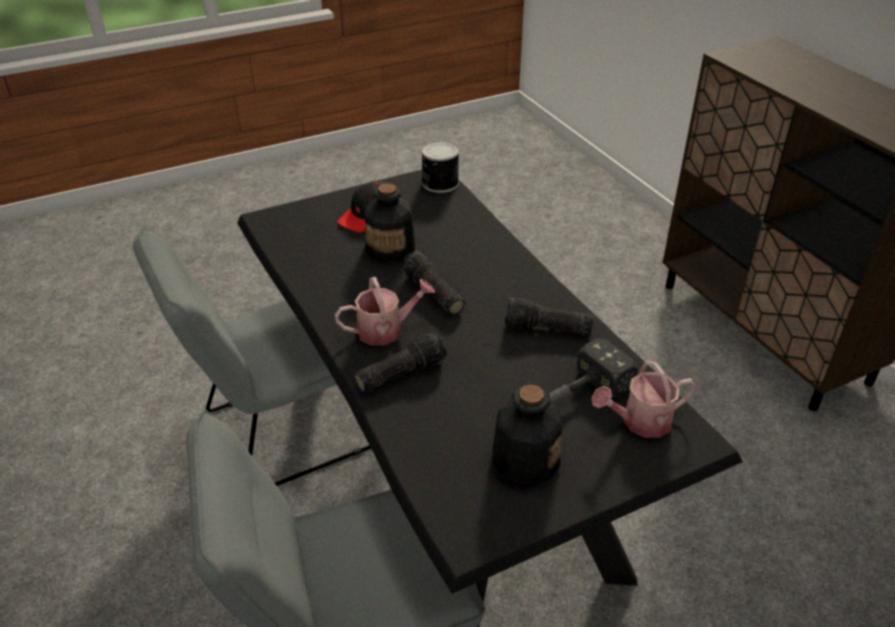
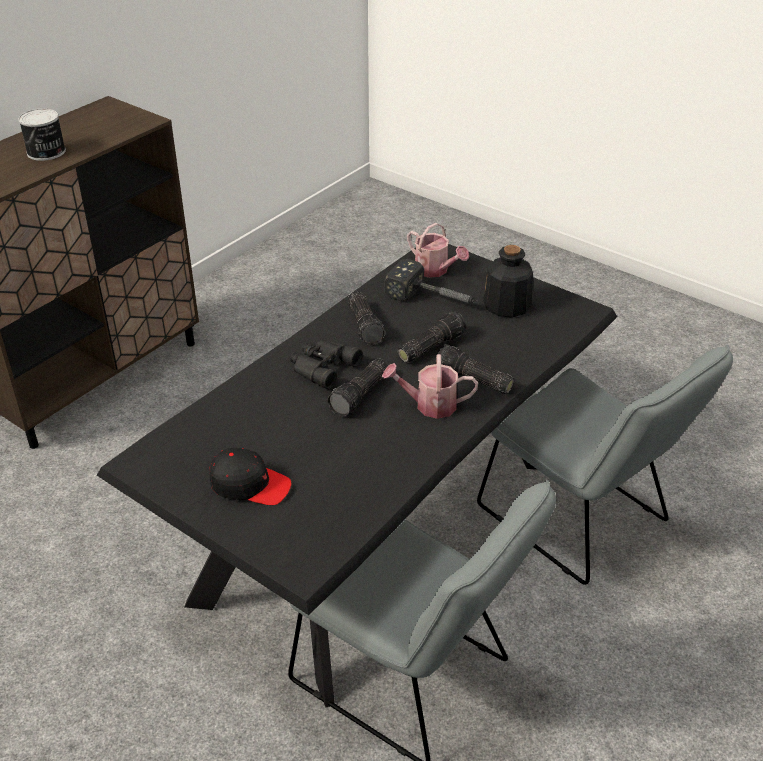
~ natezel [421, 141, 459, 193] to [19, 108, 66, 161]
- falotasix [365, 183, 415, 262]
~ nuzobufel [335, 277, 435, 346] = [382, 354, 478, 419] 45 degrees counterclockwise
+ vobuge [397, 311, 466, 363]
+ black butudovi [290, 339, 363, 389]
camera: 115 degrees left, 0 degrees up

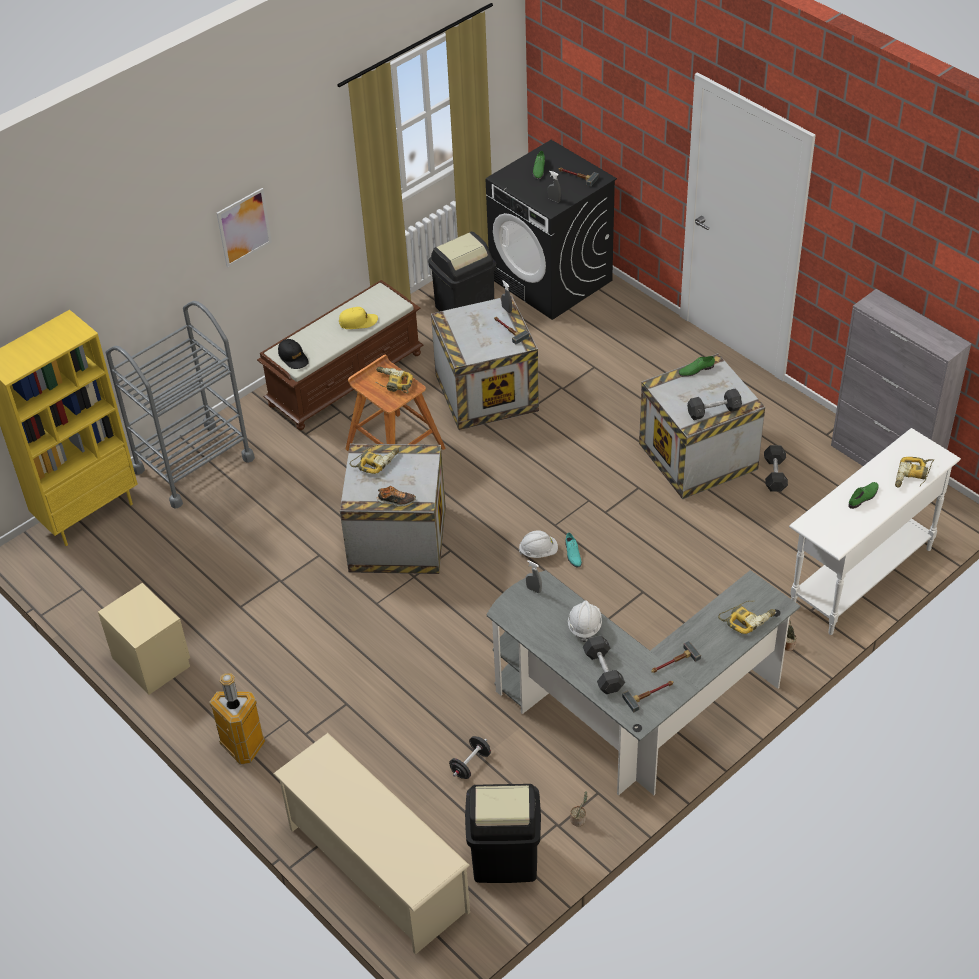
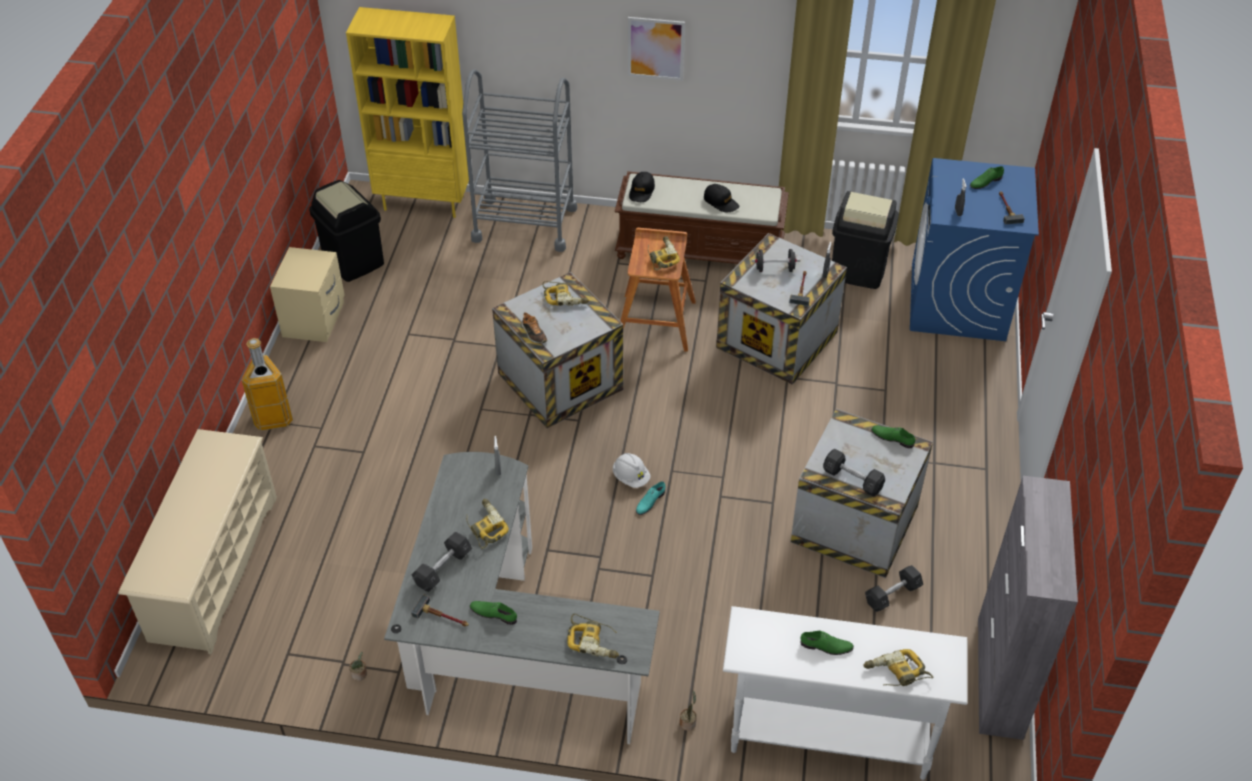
~ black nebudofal [486, 140, 617, 320] to blue nebudofal [910, 158, 1039, 341]
~ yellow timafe [339, 307, 378, 329] to black timafe [704, 184, 739, 212]
~ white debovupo [568, 601, 602, 642] to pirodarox [466, 499, 509, 549]
~ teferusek [651, 641, 701, 673] to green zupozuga [469, 601, 517, 625]
~ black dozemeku [449, 736, 491, 779] to [751, 249, 800, 272]
~ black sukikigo [465, 784, 541, 883] to [309, 180, 384, 282]
camera: 50 degrees right, 0 degrees up

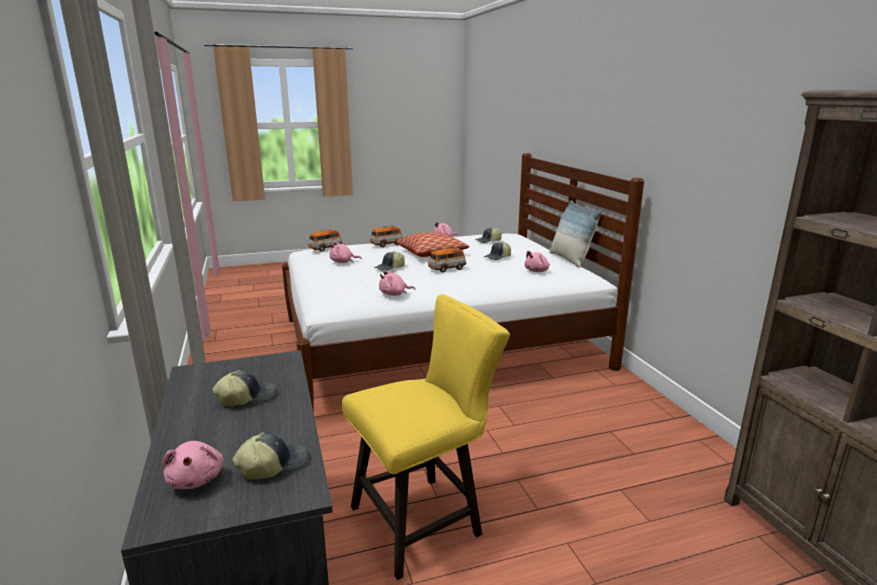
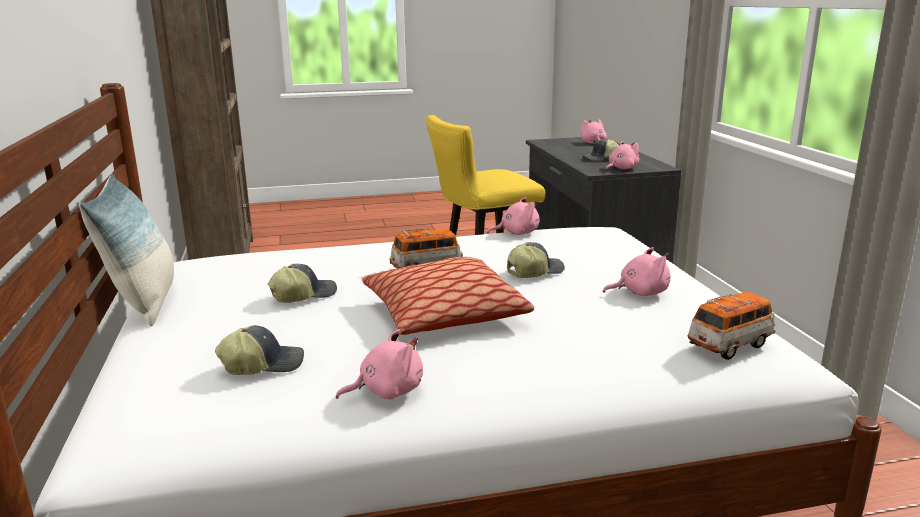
- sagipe [370, 225, 403, 247]
~ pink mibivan [525, 250, 550, 272] to [606, 141, 639, 170]
- timafe [233, 432, 309, 480]
camera: 175 degrees left, 0 degrees up

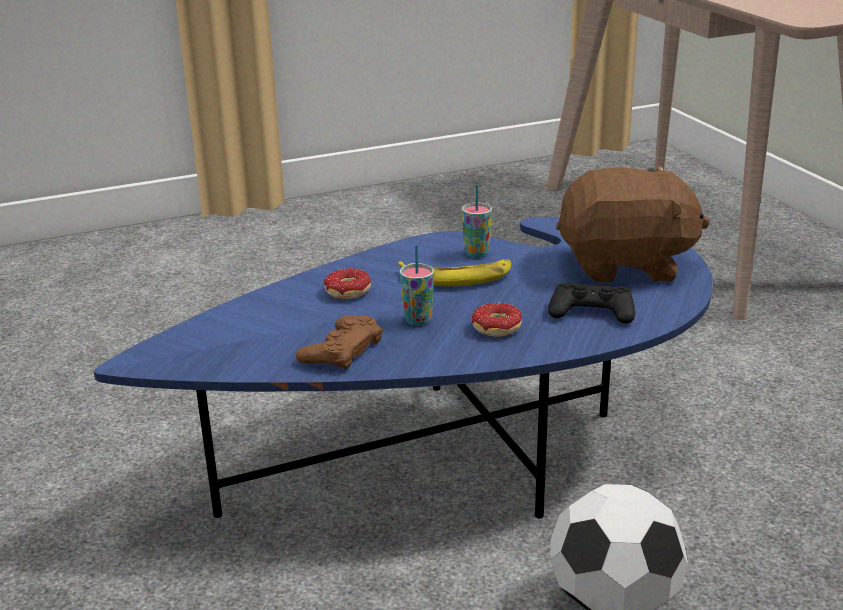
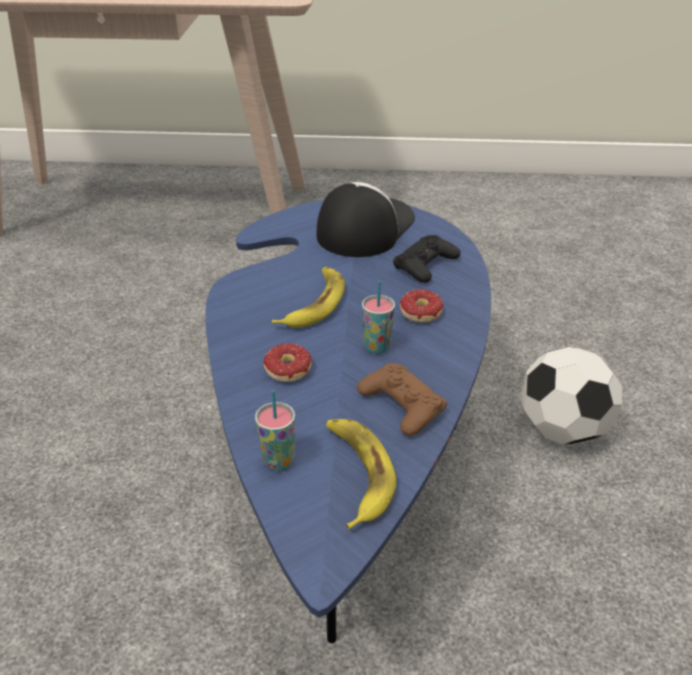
~ brown mibivan [556, 166, 710, 283] to timafe [317, 182, 415, 257]
~ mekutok [462, 185, 492, 258] to [255, 390, 295, 471]
+ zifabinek [326, 419, 396, 529]
camera: 65 degrees left, 10 degrees up

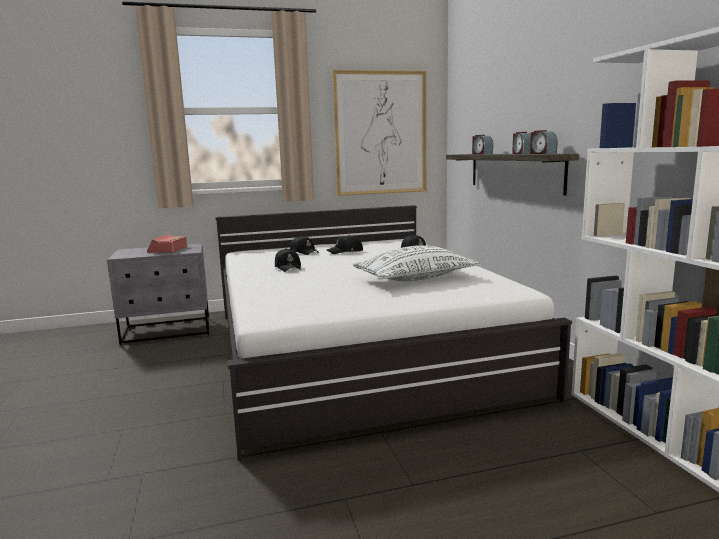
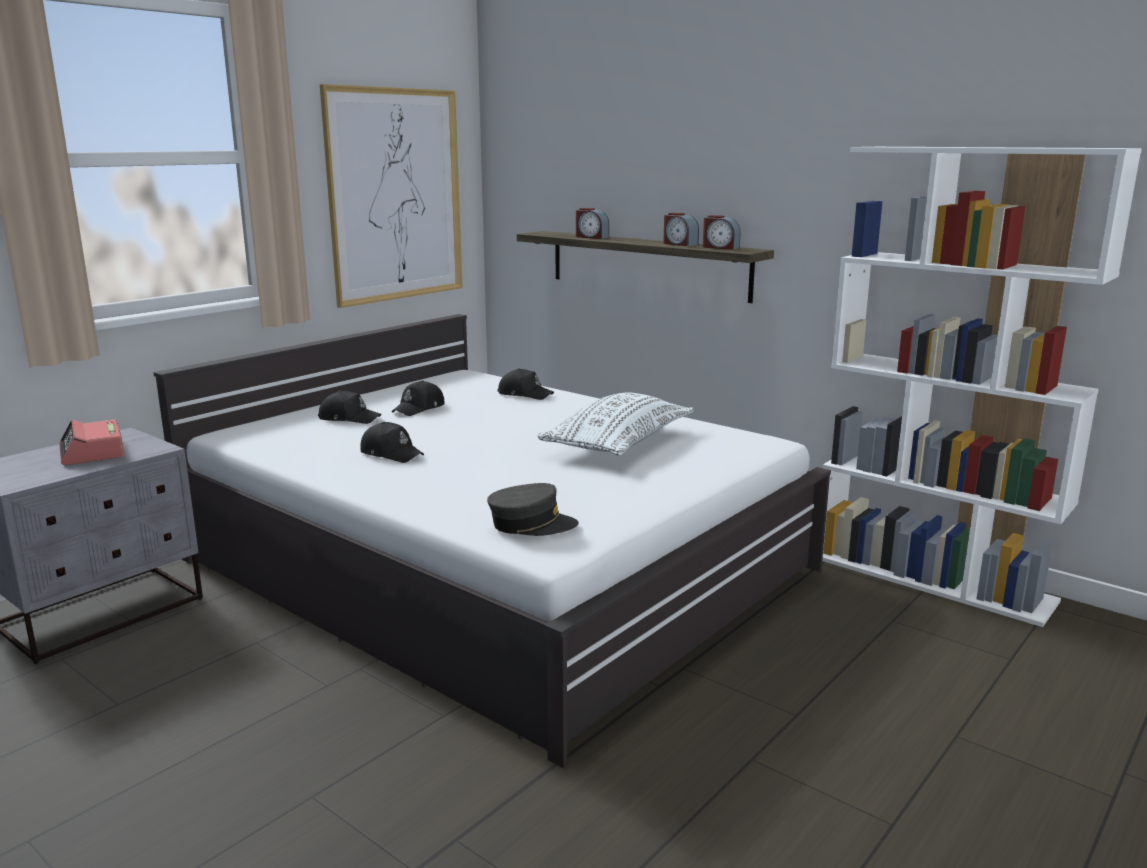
+ grey timafe [487, 483, 579, 536]
camera: 35 degrees left, 5 degrees up

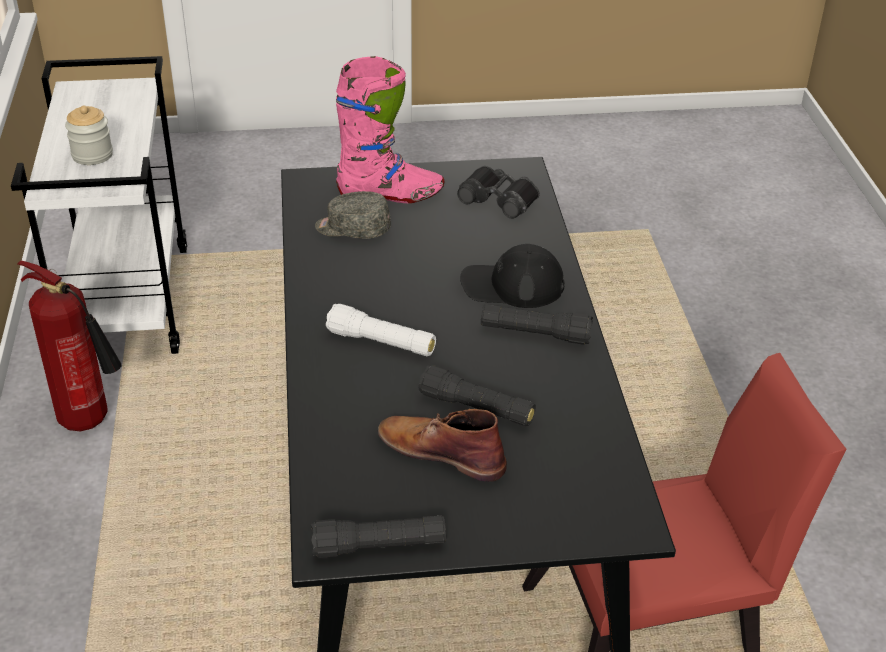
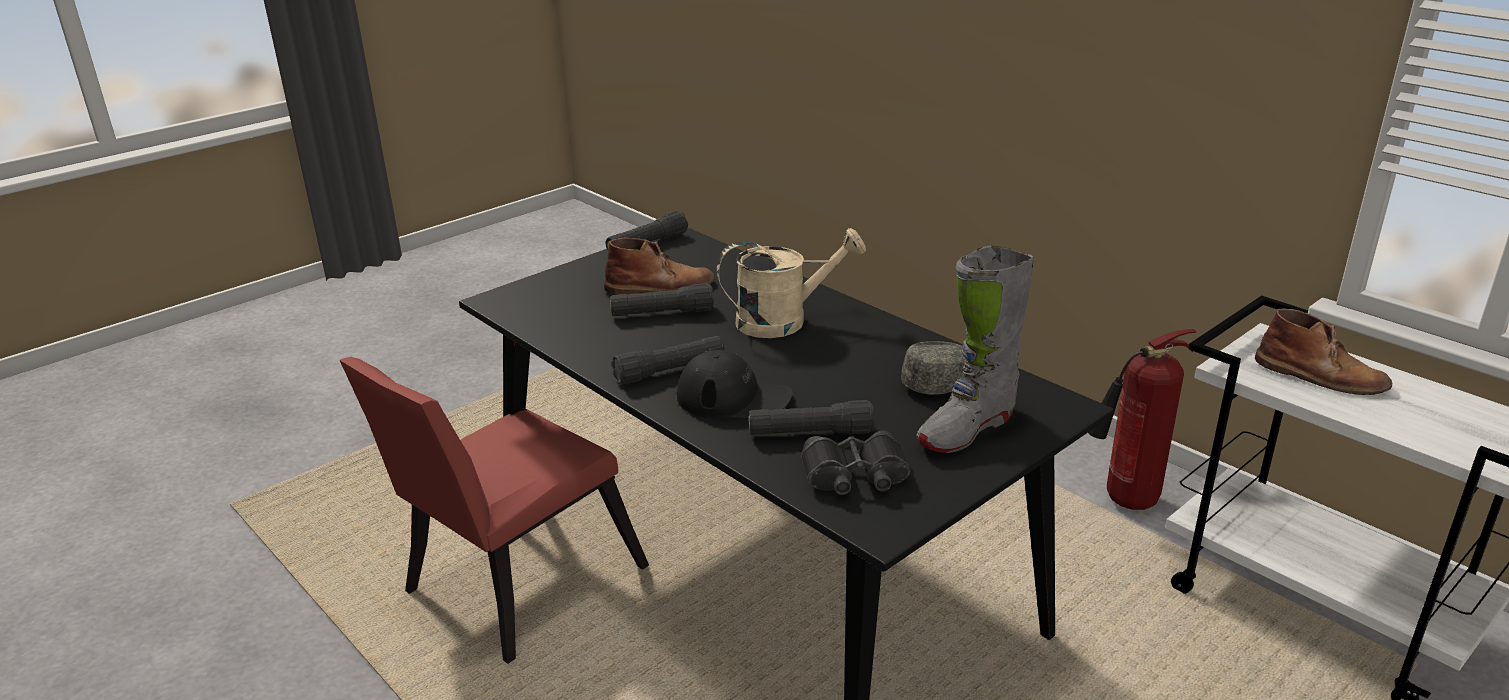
~ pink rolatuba [336, 56, 444, 203] to grey rolatuba [916, 246, 1033, 453]
~ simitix [65, 106, 113, 165] to brown rolatuba [1255, 308, 1392, 395]
~ black timafe [460, 244, 565, 308] = [676, 350, 792, 419] 45 degrees clockwise
~ white vobuge [326, 304, 436, 356] to beige nuzobufel [717, 228, 866, 338]
+ black vobuge [749, 400, 875, 435]
camera: 145 degrees right, 10 degrees down

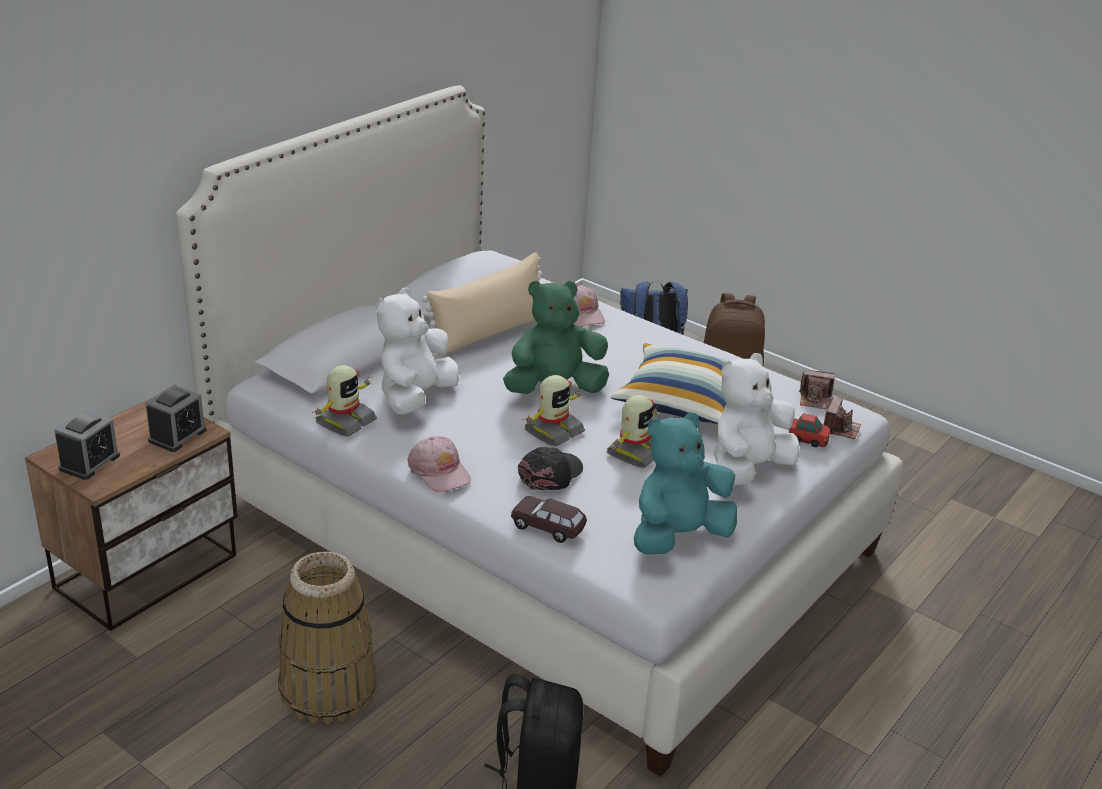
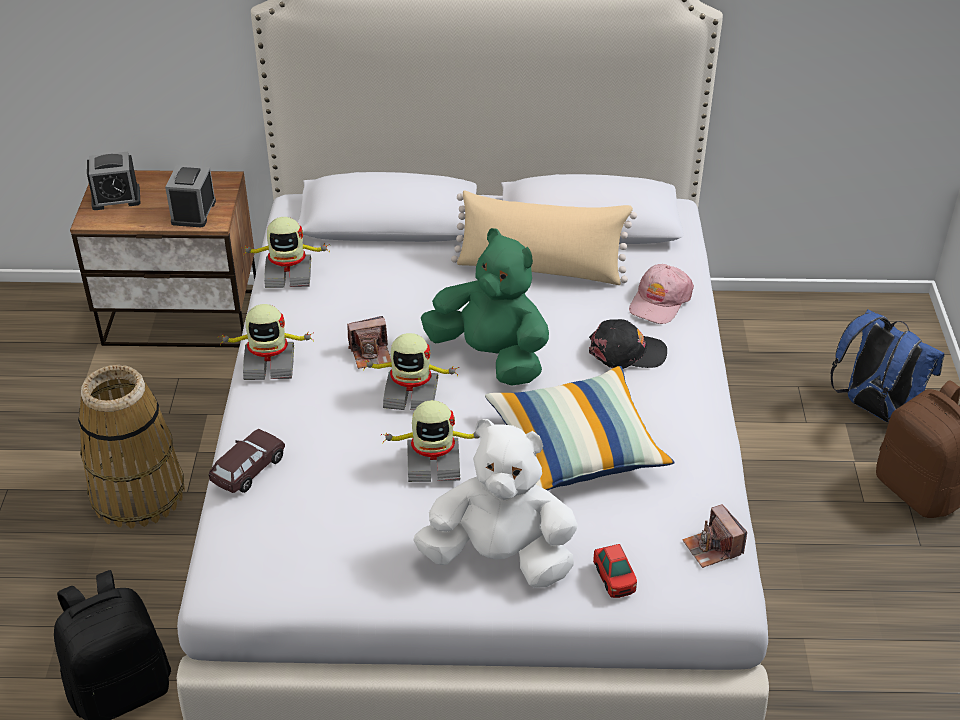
- white mibivan [376, 287, 459, 415]
~ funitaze [145, 385, 207, 452] = [165, 165, 216, 227] 105 degrees clockwise
~ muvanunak [824, 396, 861, 439] to [347, 316, 391, 369]
- turquoise mibivan [634, 412, 737, 554]
~ pink timafe [408, 436, 471, 492] to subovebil [219, 304, 314, 380]
~ black timafe [518, 447, 583, 490] to [589, 319, 667, 369]
~ brown sagipe [511, 496, 587, 543] = [209, 429, 285, 493] 45 degrees clockwise
camera: 55 degrees right, 10 degrees up

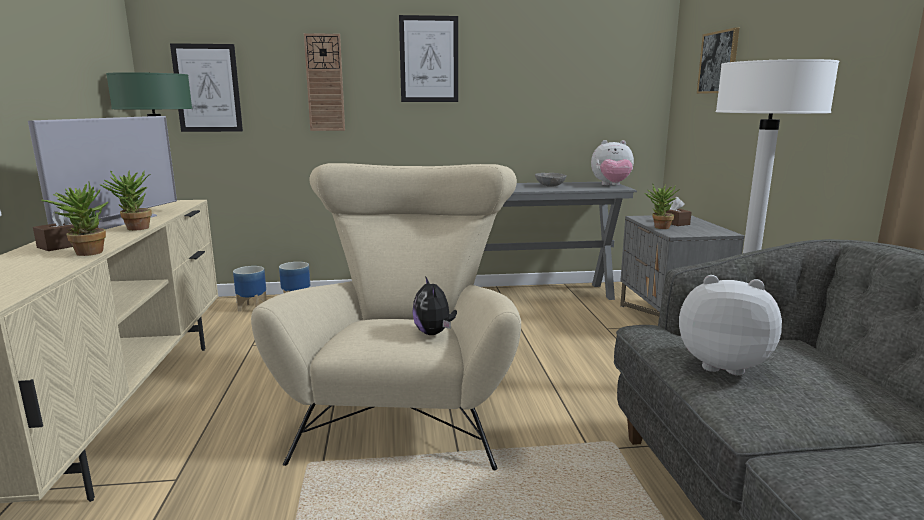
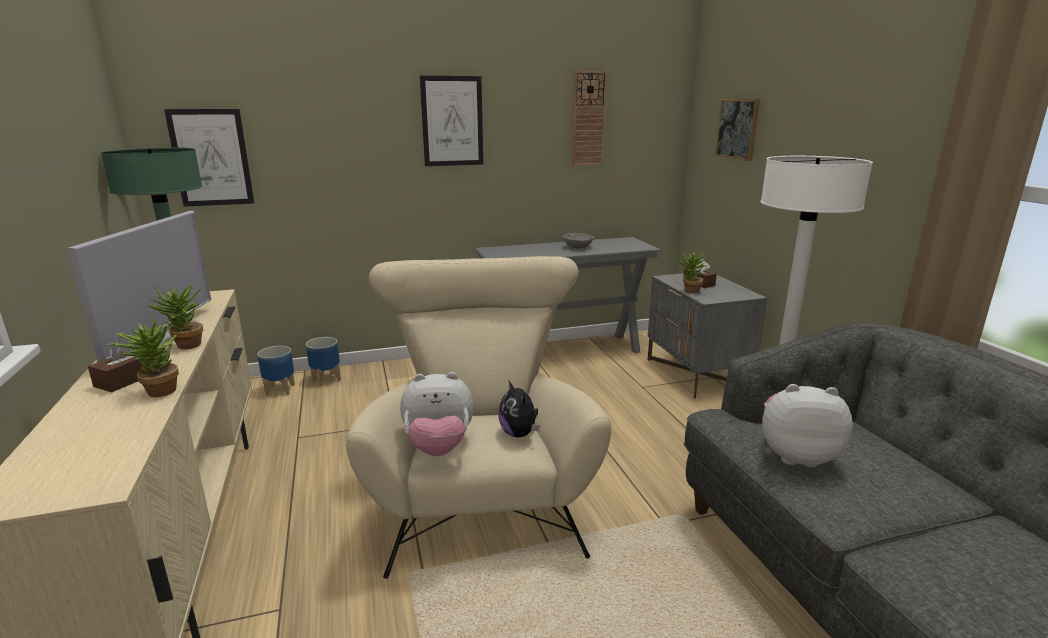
~ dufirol [304, 33, 345, 131] to [572, 71, 607, 166]
~ mibivan [591, 140, 634, 185] to [400, 372, 474, 456]
camera: 10 degrees left, 5 degrees up

